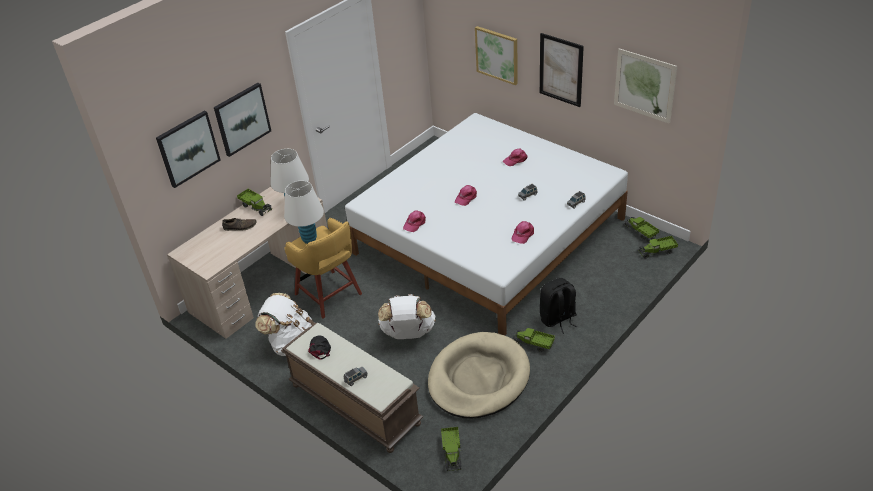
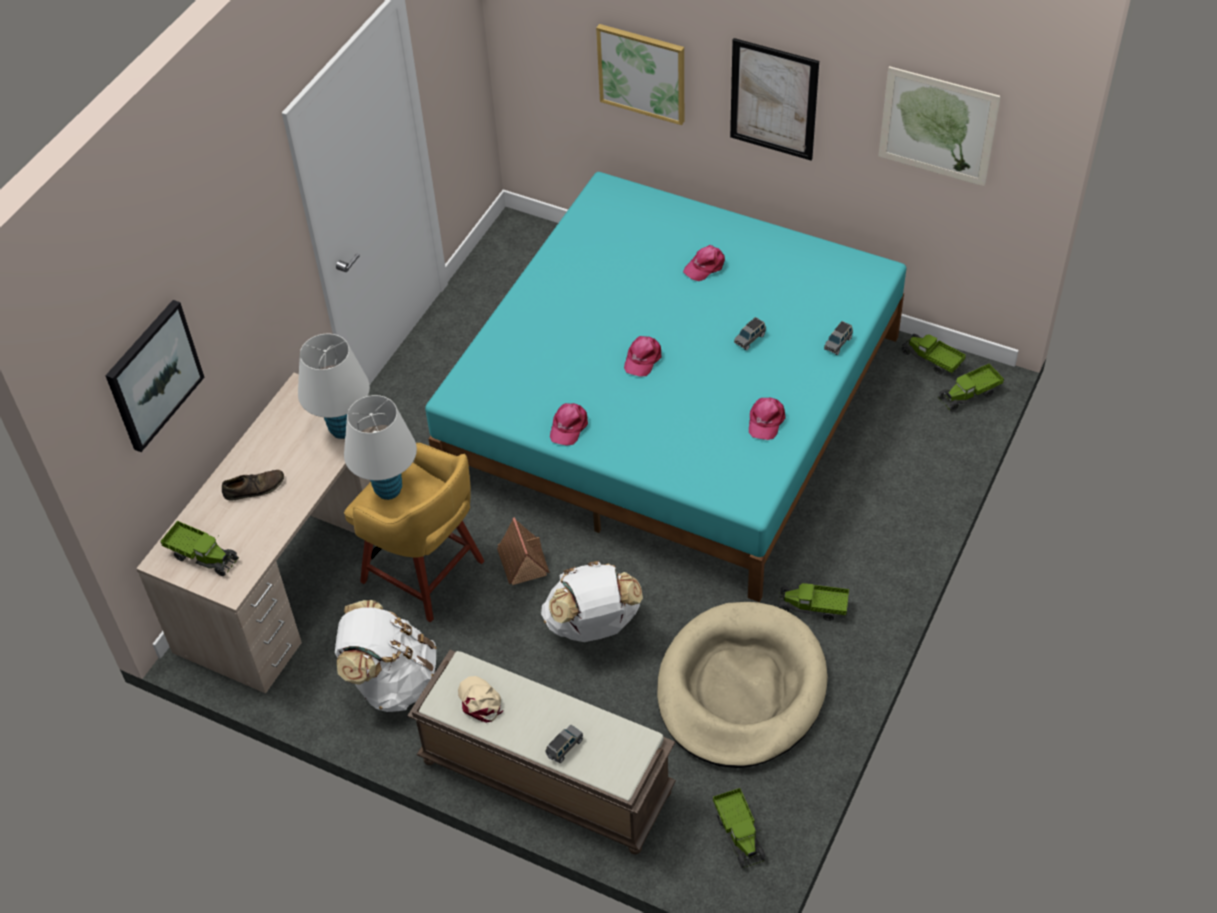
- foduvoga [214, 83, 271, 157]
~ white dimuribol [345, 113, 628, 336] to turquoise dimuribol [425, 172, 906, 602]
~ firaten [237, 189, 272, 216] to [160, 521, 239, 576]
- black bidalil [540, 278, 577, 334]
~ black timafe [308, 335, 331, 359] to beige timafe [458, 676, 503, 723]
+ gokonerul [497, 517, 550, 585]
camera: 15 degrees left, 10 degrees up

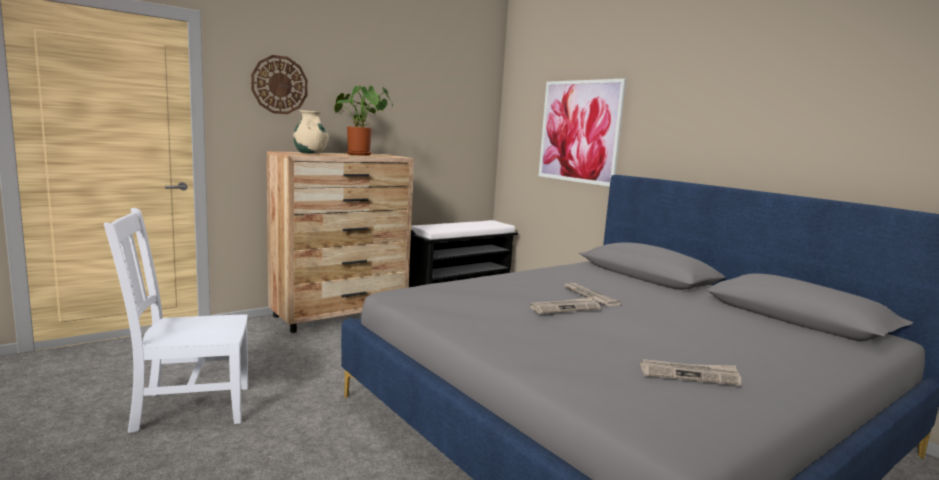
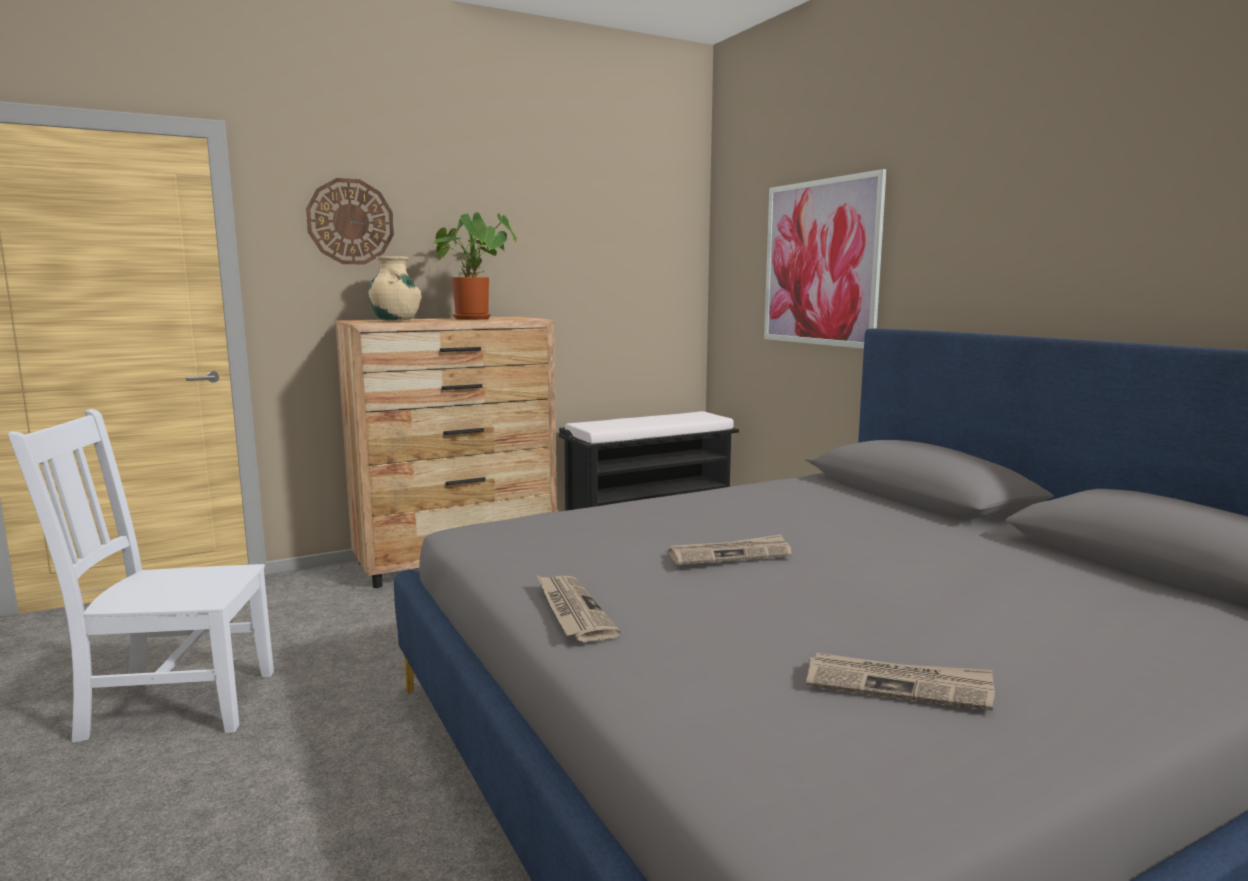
~ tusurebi [564, 283, 621, 306] to [537, 576, 621, 642]
camera: 10 degrees right, 0 degrees up

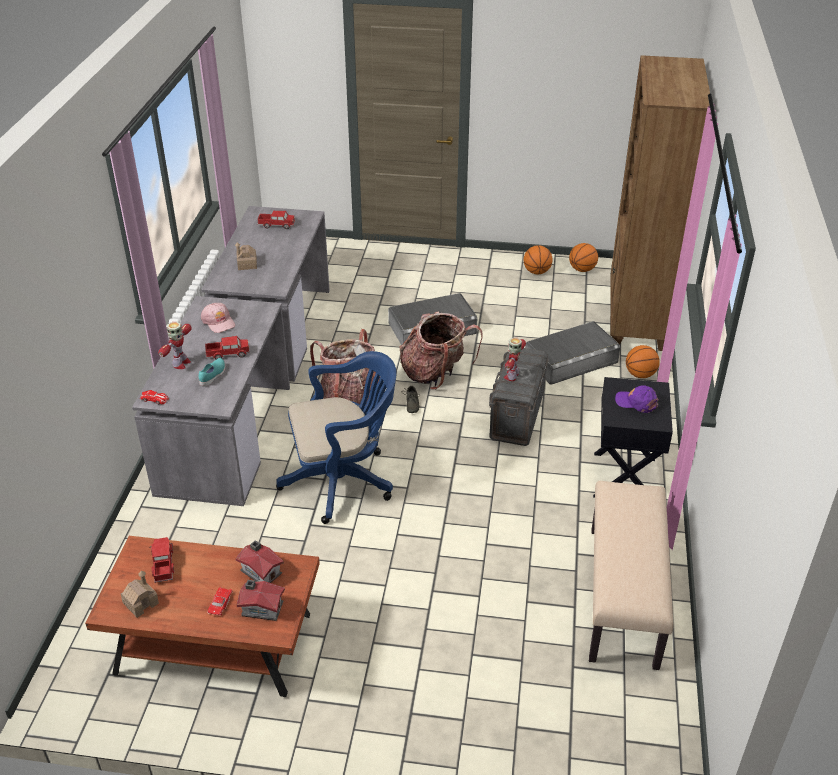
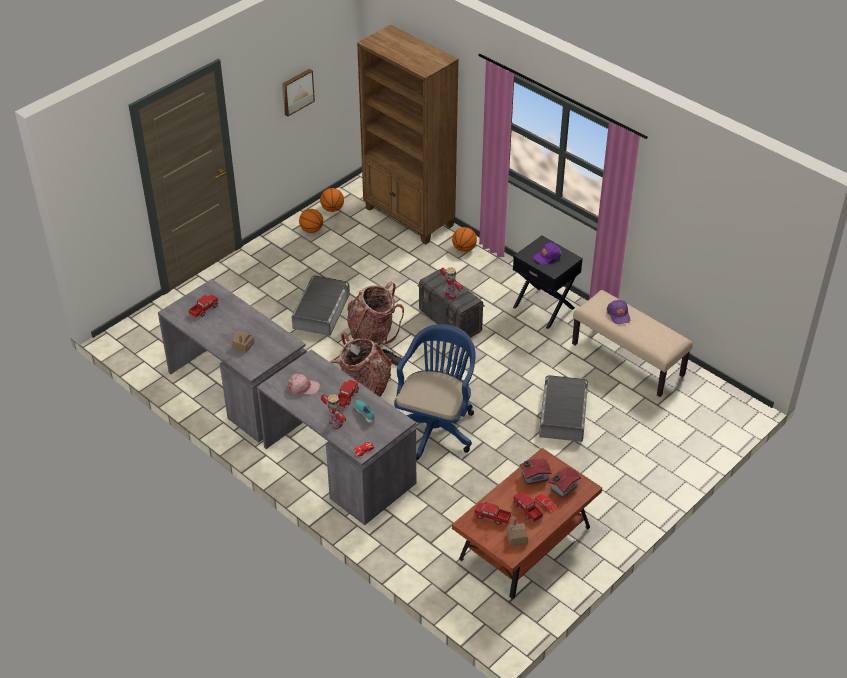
~ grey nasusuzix [525, 321, 620, 385] to [539, 375, 588, 442]
+ foduvoga [282, 69, 315, 116]
+ purple timafe [607, 300, 630, 324]
+ firaten [513, 491, 543, 523]
camera: 55 degrees left, 5 degrees up

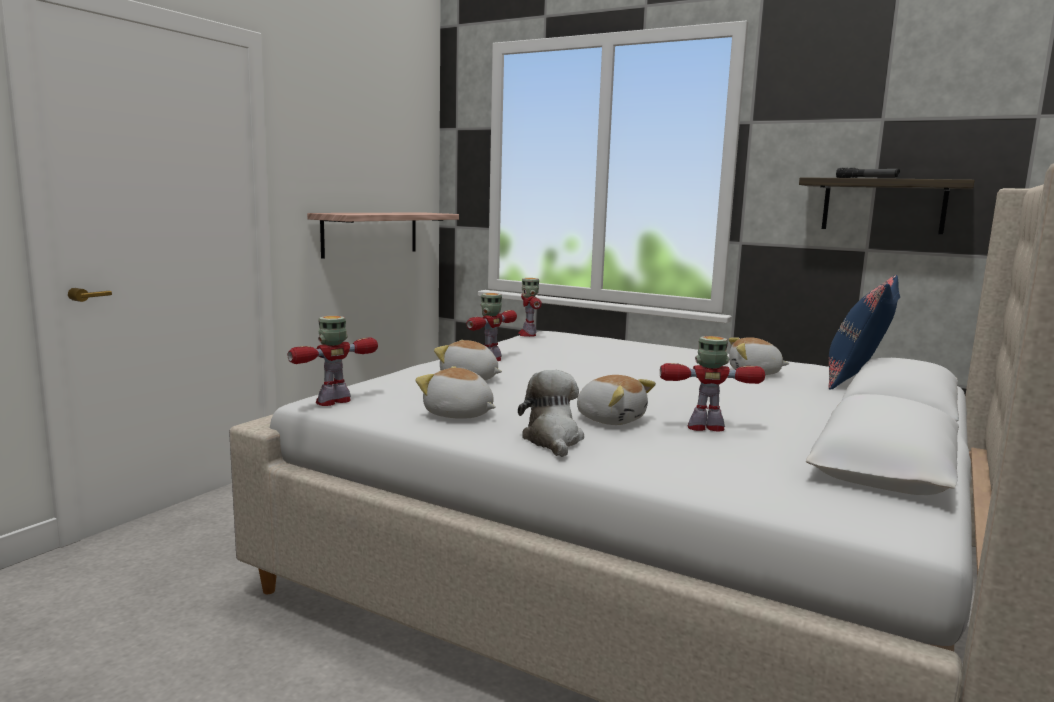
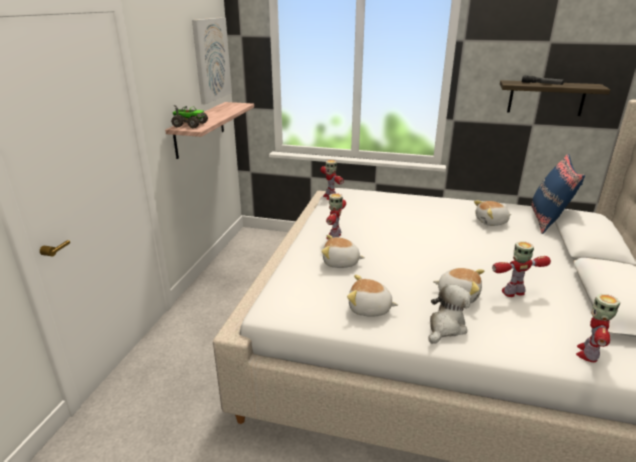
~ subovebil [288, 316, 378, 406] to [576, 294, 620, 362]
~ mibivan [518, 370, 584, 457] = [428, 284, 471, 344] 60 degrees clockwise
+ foduvoga [192, 17, 232, 104]
+ firaten [171, 105, 208, 128]
camera: 15 degrees left, 15 degrees up

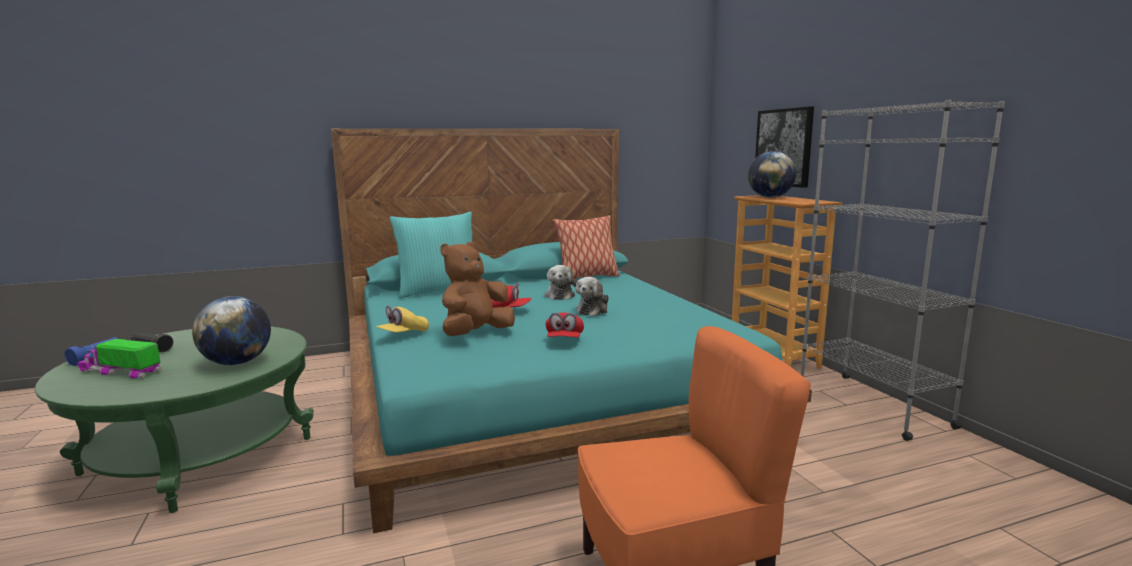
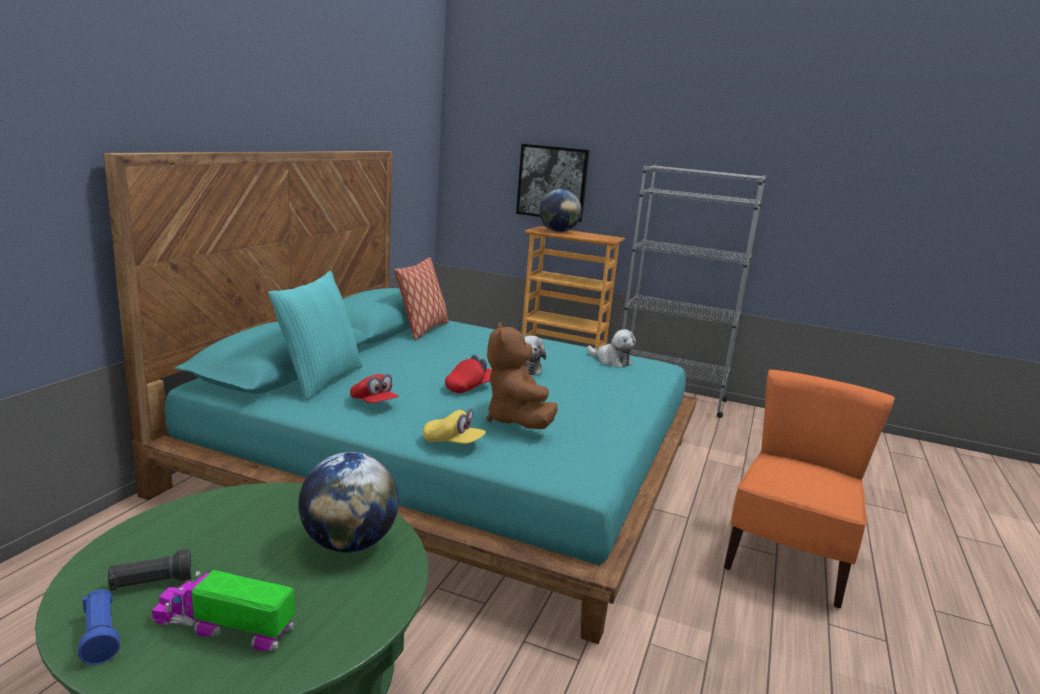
~ mibivan [544, 265, 577, 300] to [587, 329, 636, 367]
~ yellow timafe [376, 306, 429, 333] = [423, 408, 486, 444] 60 degrees counterclockwise
~ red timafe [546, 312, 584, 338] to [350, 374, 399, 403]
~ firaten [78, 339, 161, 379] = [151, 570, 295, 651] 45 degrees clockwise
camera: 50 degrees left, 5 degrees up

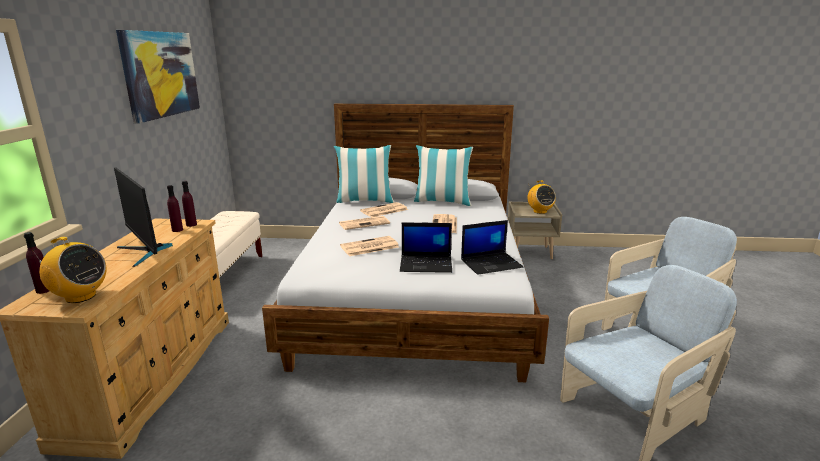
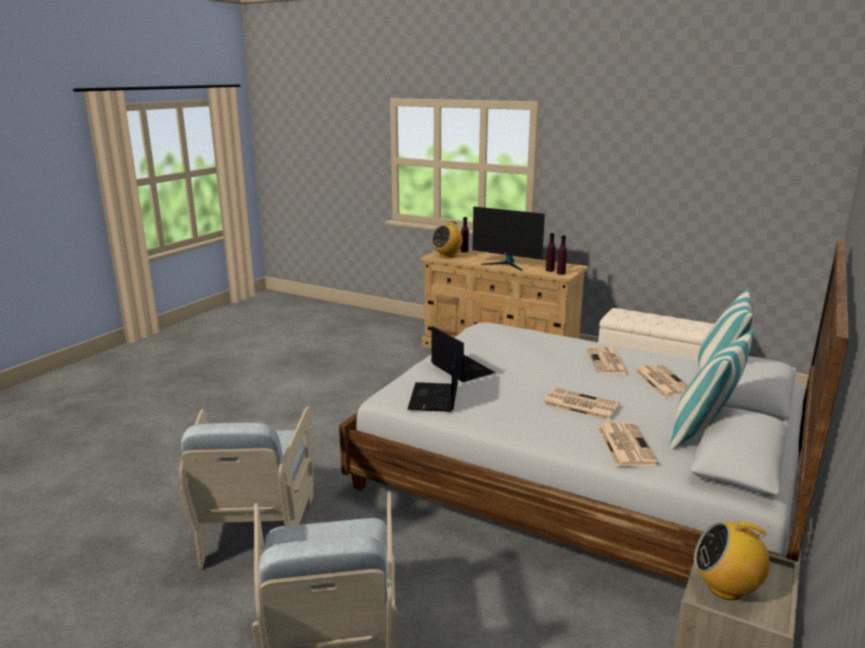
- foduvoga [116, 30, 200, 124]
~ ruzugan [114, 167, 173, 267] = [472, 207, 545, 271] 135 degrees counterclockwise
~ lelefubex [400, 222, 452, 273] = [431, 326, 495, 382] 120 degrees clockwise
~ tusurebi [340, 236, 399, 256] to [597, 422, 659, 466]
camera: 115 degrees right, 0 degrees up

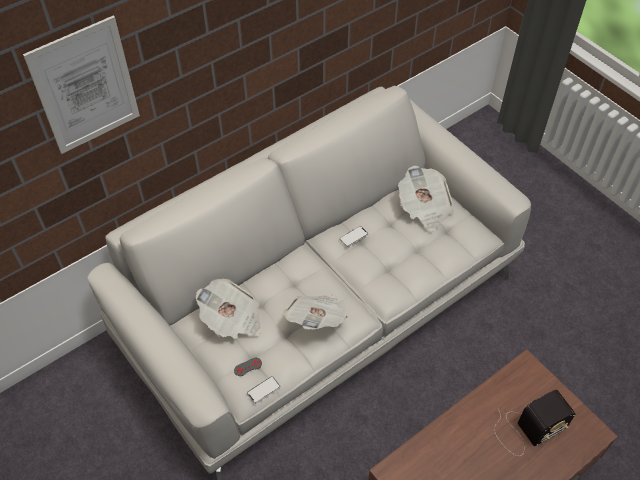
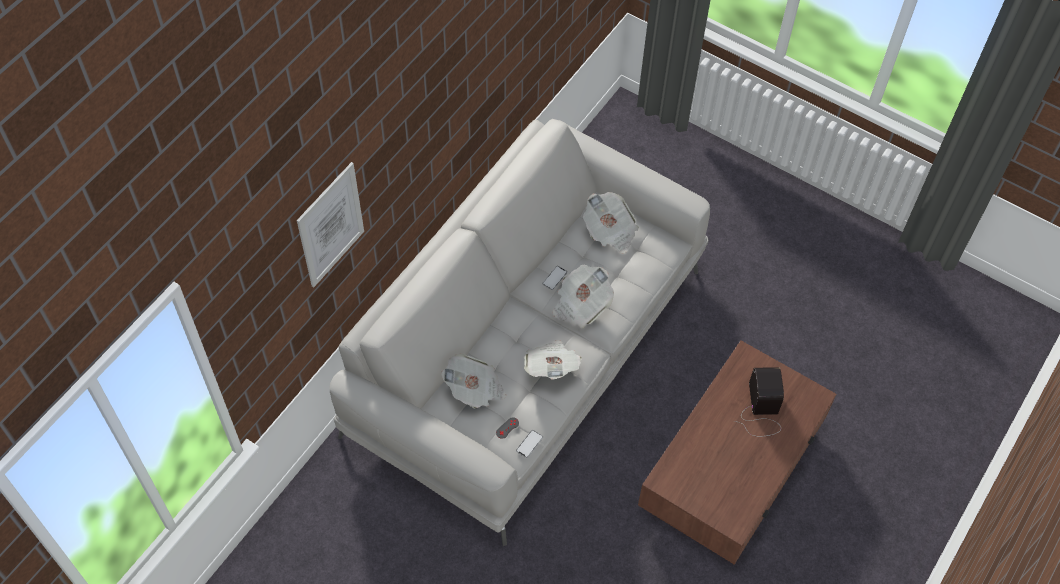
~ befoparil [494, 390, 575, 456] = [734, 367, 784, 437] 45 degrees counterclockwise
+ tusurebi [553, 264, 614, 329]
camera: 20 degrees left, 5 degrees up

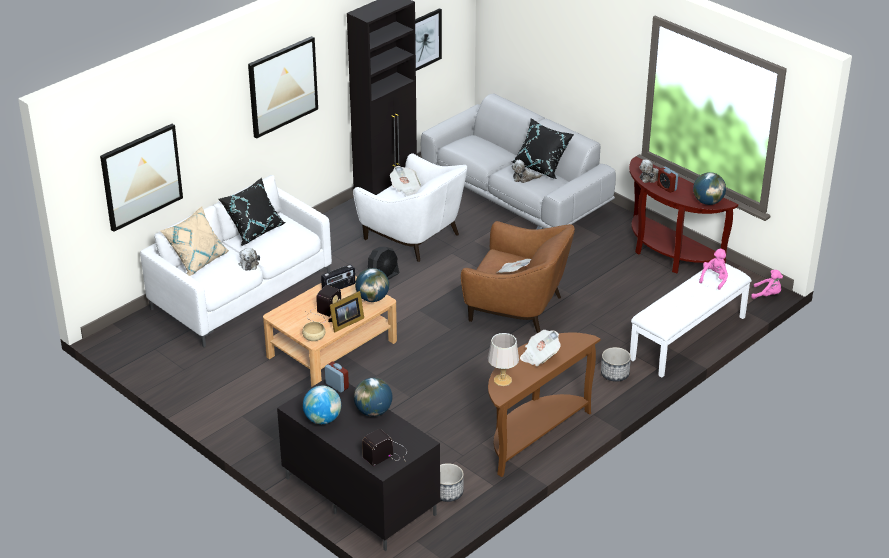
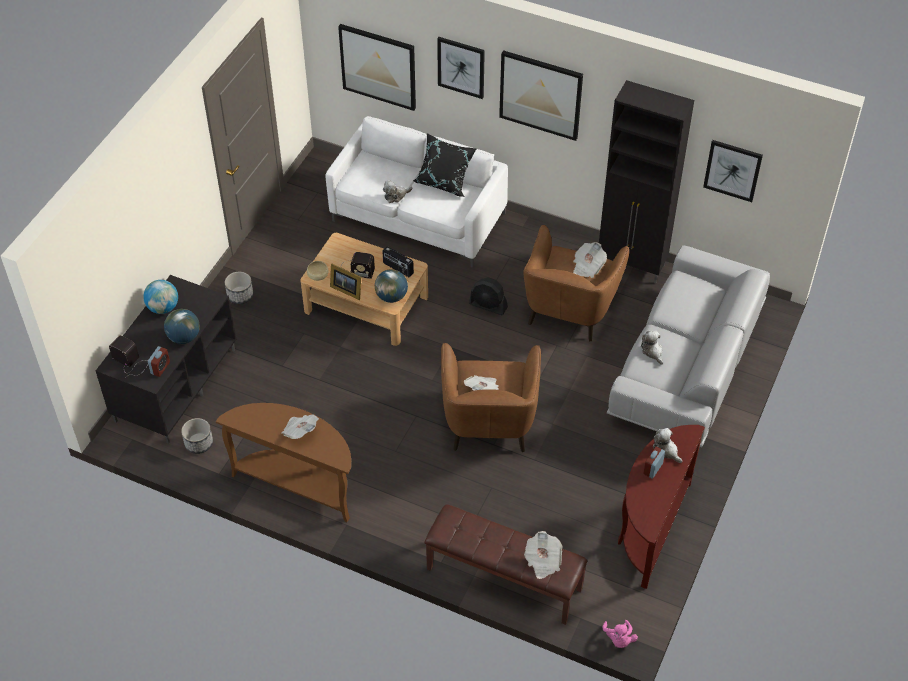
- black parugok [511, 118, 574, 179]
~ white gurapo [353, 153, 467, 262] to brown gurapo [523, 225, 629, 341]
- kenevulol [693, 172, 726, 205]
- beige parugok [160, 206, 229, 276]
~ pink mibivan [699, 249, 728, 290] to tusurebi [524, 531, 562, 579]
~ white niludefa [630, 263, 752, 377] to brown niludefa [425, 505, 587, 625]
- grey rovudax [488, 333, 519, 386]
~ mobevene [601, 347, 631, 382] to [225, 272, 253, 304]
~ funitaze [325, 362, 349, 393] to [148, 346, 170, 377]
+ foduvoga [437, 37, 485, 99]
camera: 70 degrees right, 15 degrees up

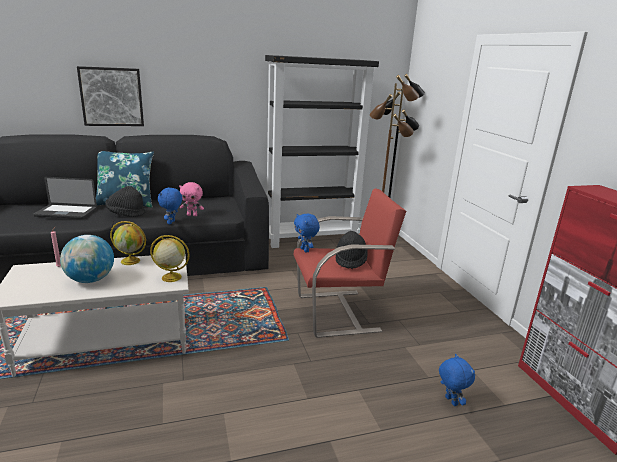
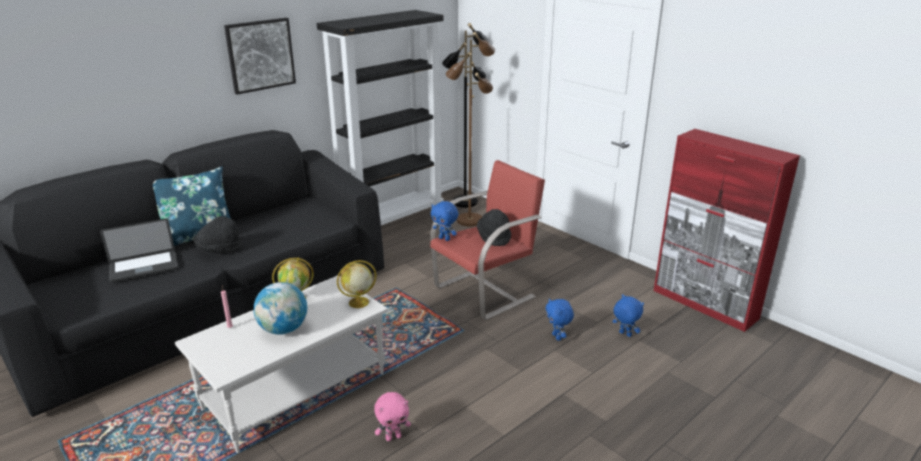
~ foduvoga [77, 66, 144, 126] to [224, 18, 296, 95]
~ pink mibivan [179, 182, 204, 216] to [374, 392, 411, 441]
~ blue mibivan [158, 187, 182, 224] to [545, 298, 574, 341]
camera: 25 degrees left, 5 degrees up

